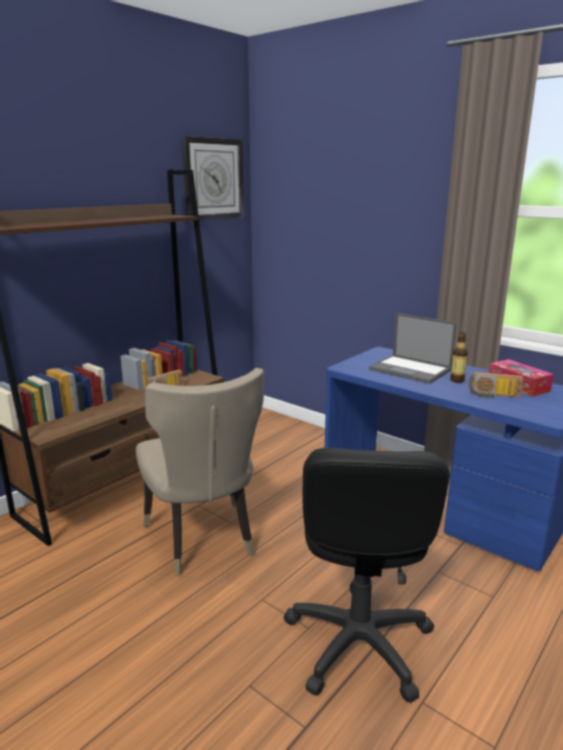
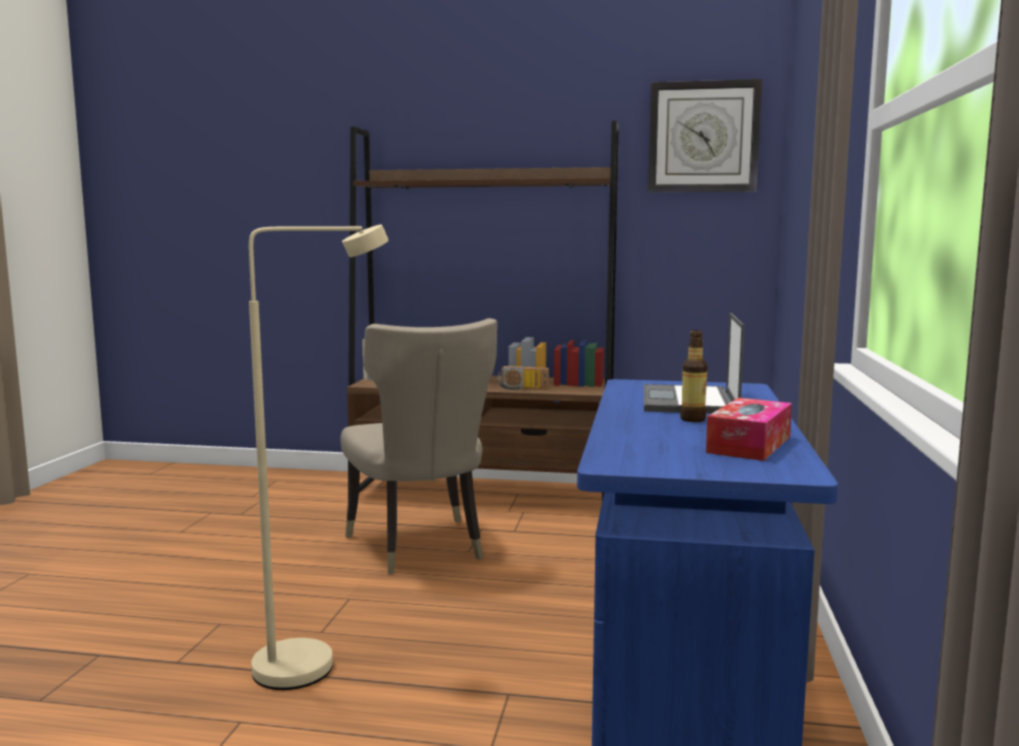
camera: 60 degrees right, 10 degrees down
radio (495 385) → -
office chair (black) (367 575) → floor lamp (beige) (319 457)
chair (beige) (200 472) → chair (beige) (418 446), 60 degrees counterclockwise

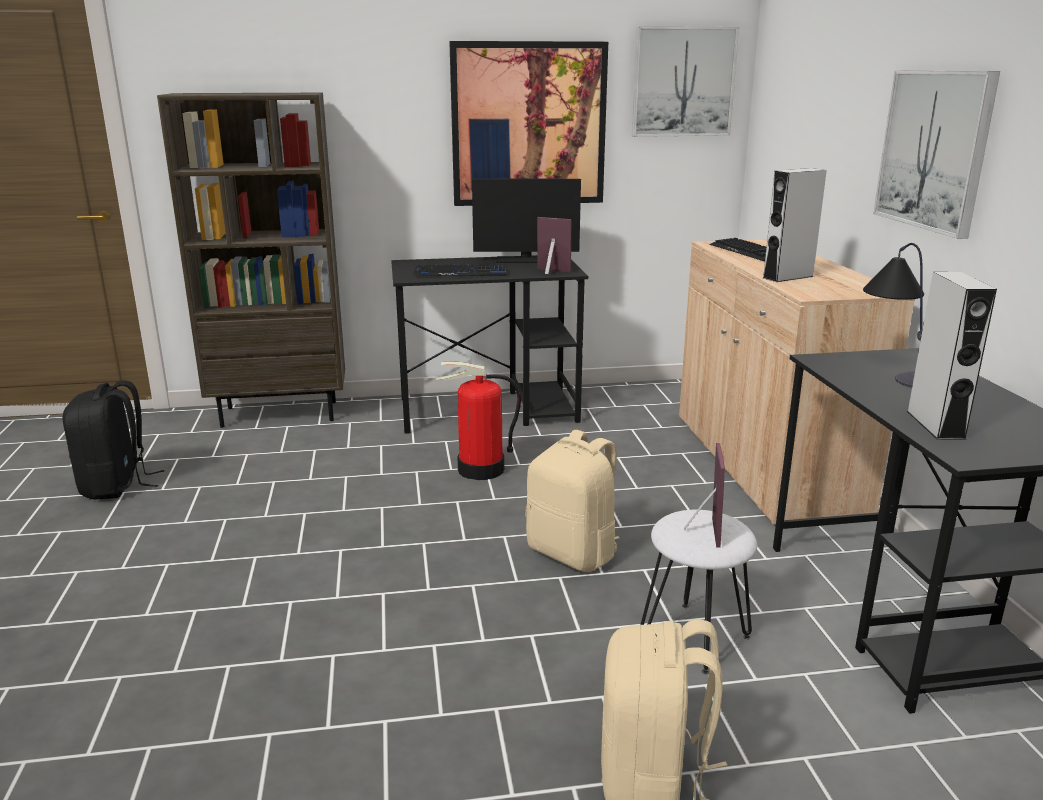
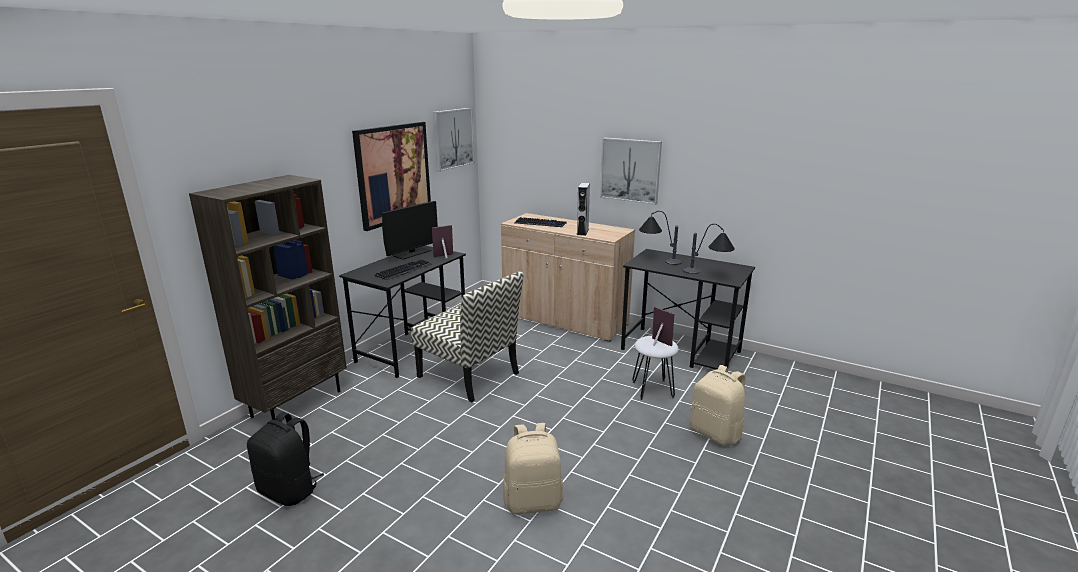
camera: 50 degrees left, 0 degrees up
backpack (beige) (572 501) → backpack (beige) (533 469), move
fire extinguisher (478 420) → chair (467 337)
speaker (grey) (952 356) → table lamp (709 249)

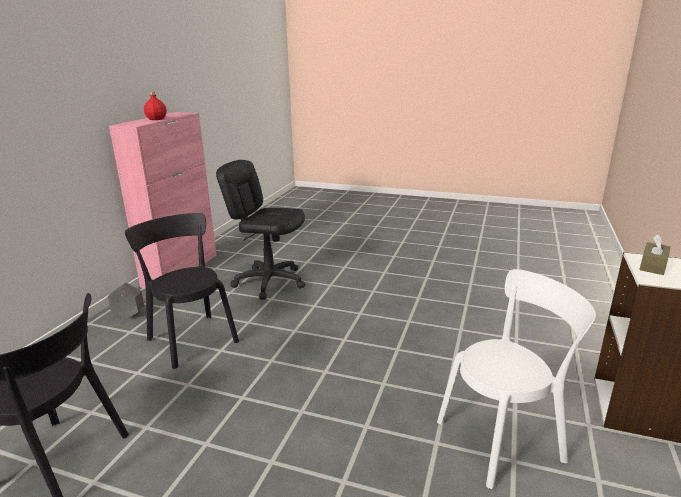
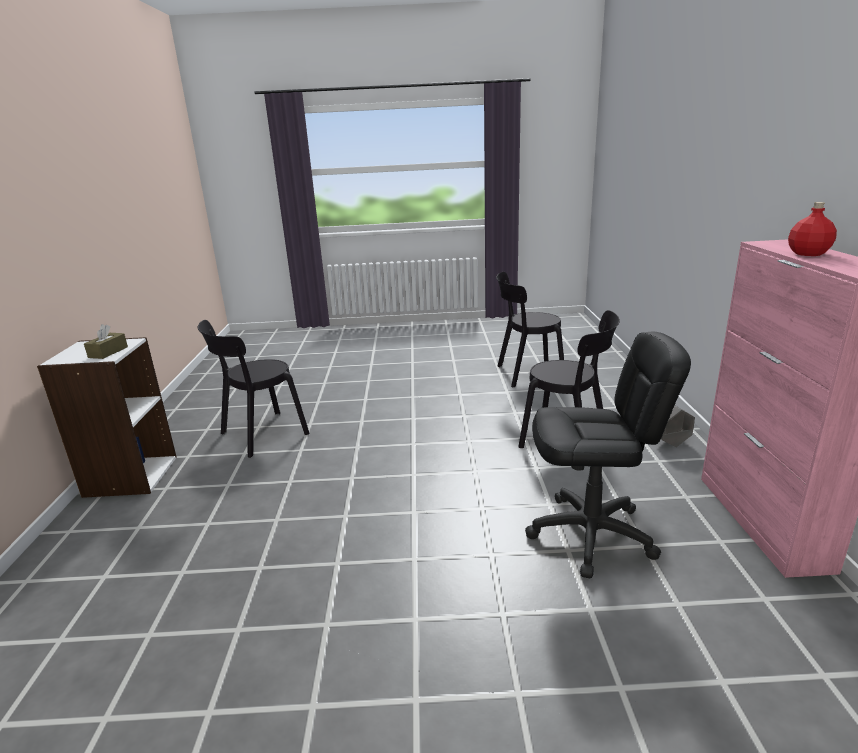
camera: 160 degrees right, 0 degrees up
chair (white) (516 379) → chair (black) (253 389)

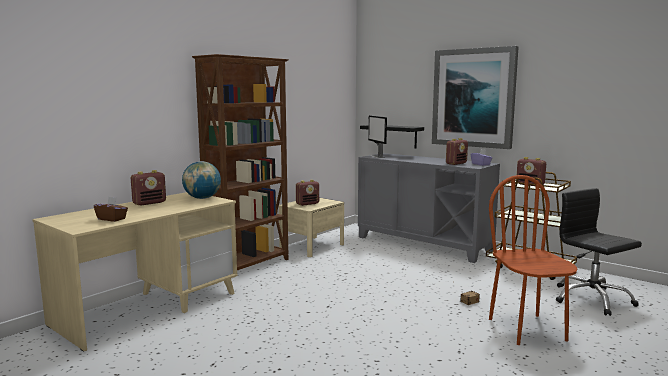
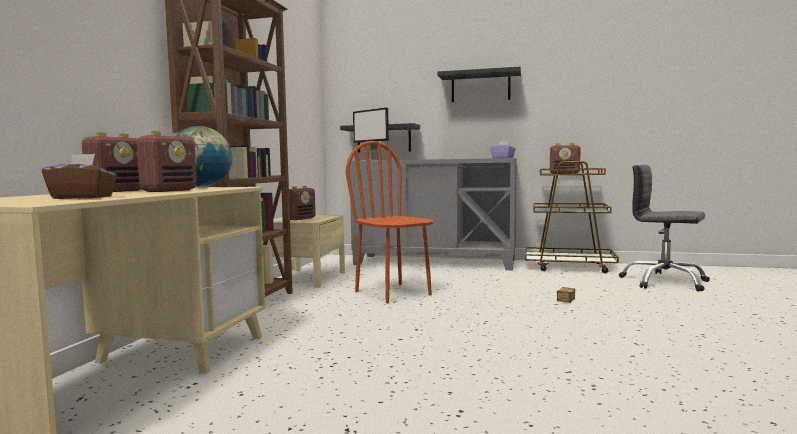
camera: 25 degrees left, 5 degrees down
radio (457 151) → radio (167 161), move
chair (brown) (533 260) → chair (brown) (389 222), move
picture (475 97) → shelf (black) (479 84)

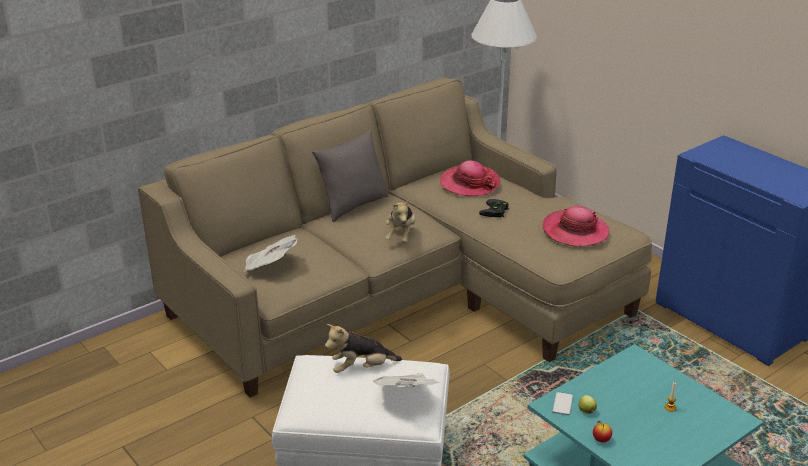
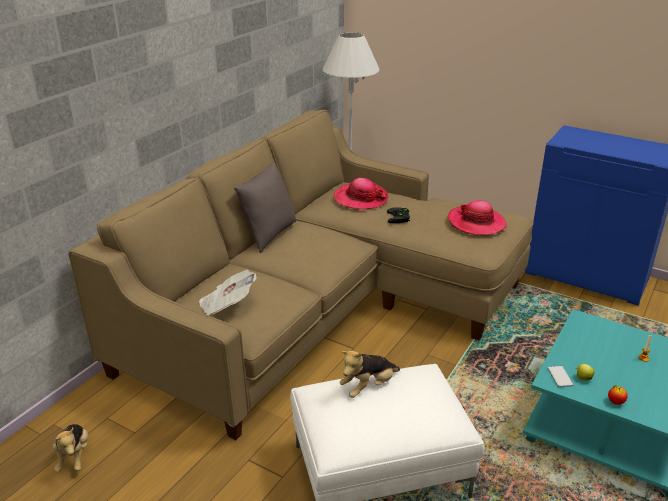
camera: 20 degrees left, 0 degrees up
newspaper (406 380) → -
plush toy (400 221) → plush toy (70 448), move

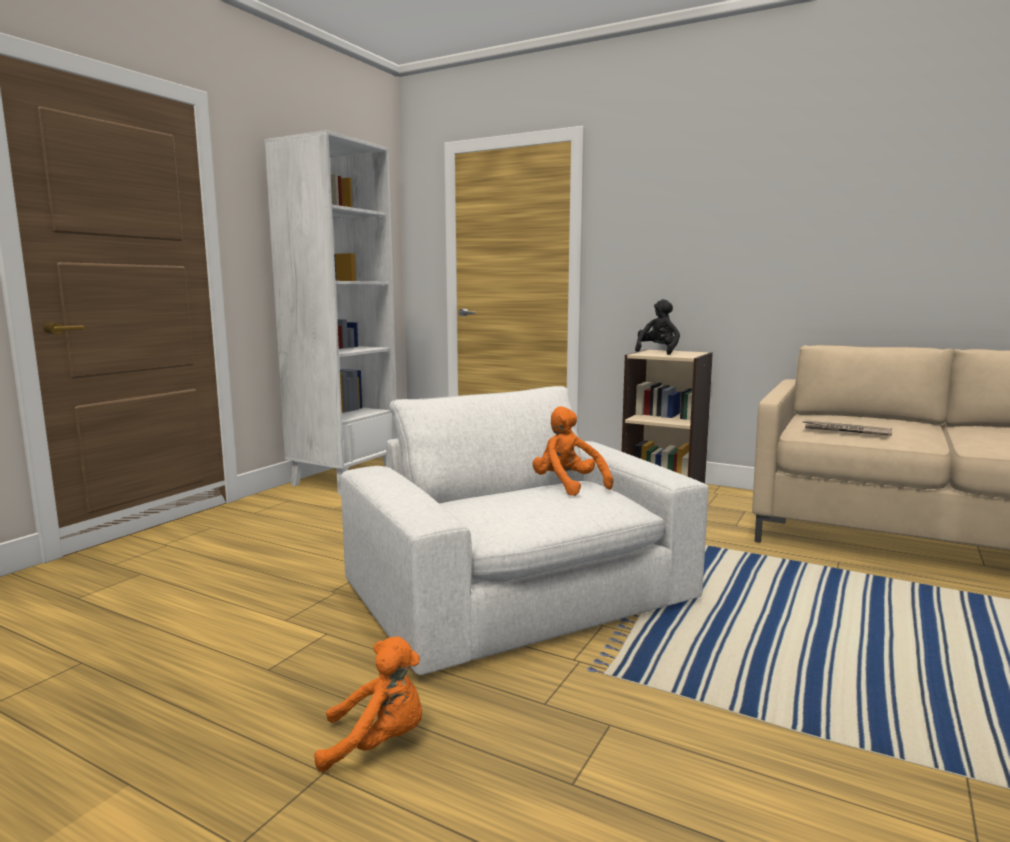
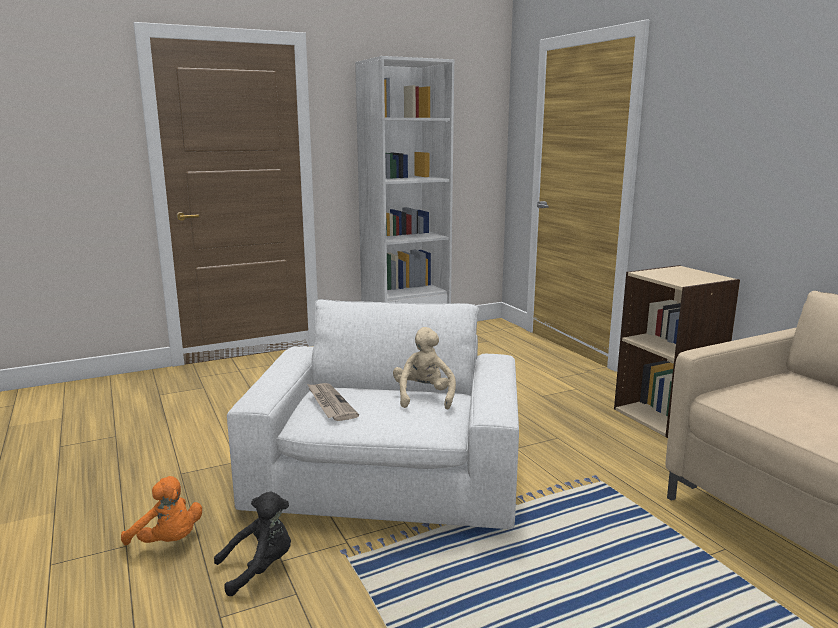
camera: 35 degrees right, 5 degrees up
plush toy (black) (657 327) → plush toy (black) (252 544), move
newspaper (847 428) → newspaper (333 402), move
plush toy (orange) (573 451) → plush toy (beige) (424 368)

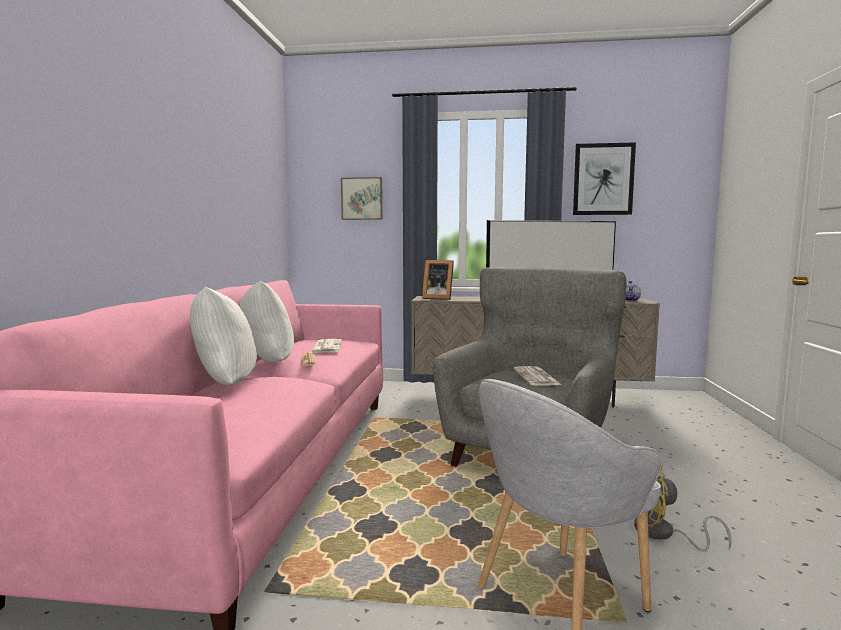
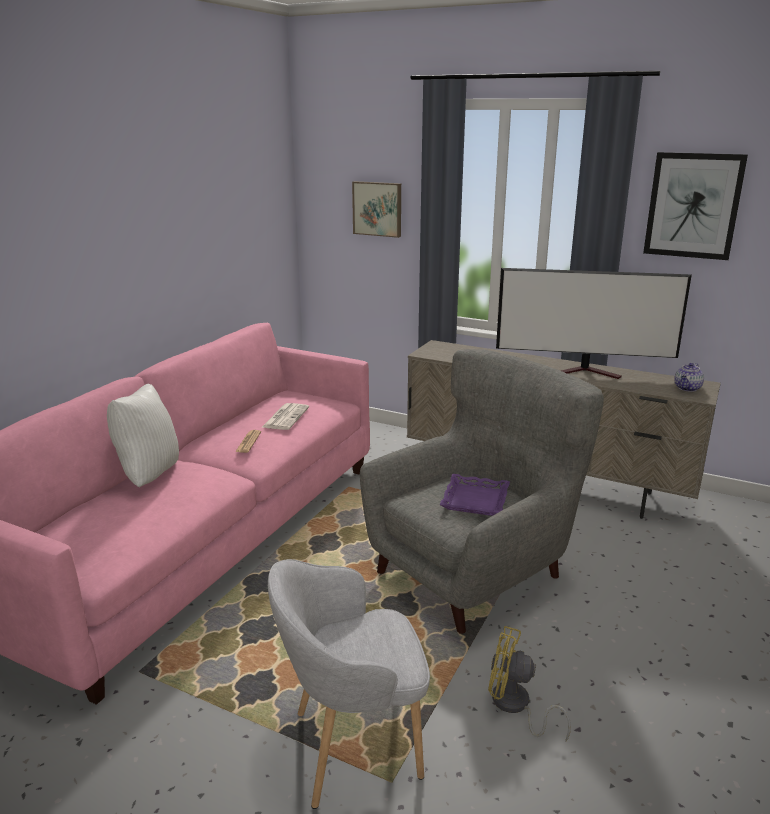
camera: 20 degrees right, 15 degrees up
pillow (white) (267 321) → -
picture frame (438 280) → -
newspaper (537 376) → tray (purple) (474 495)

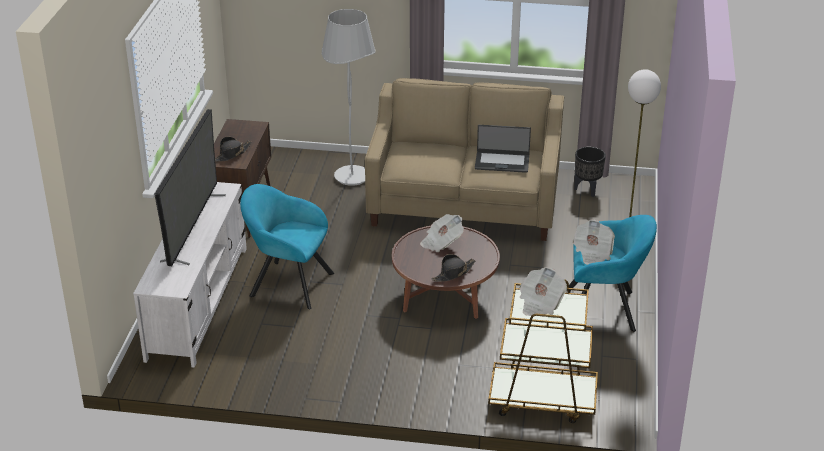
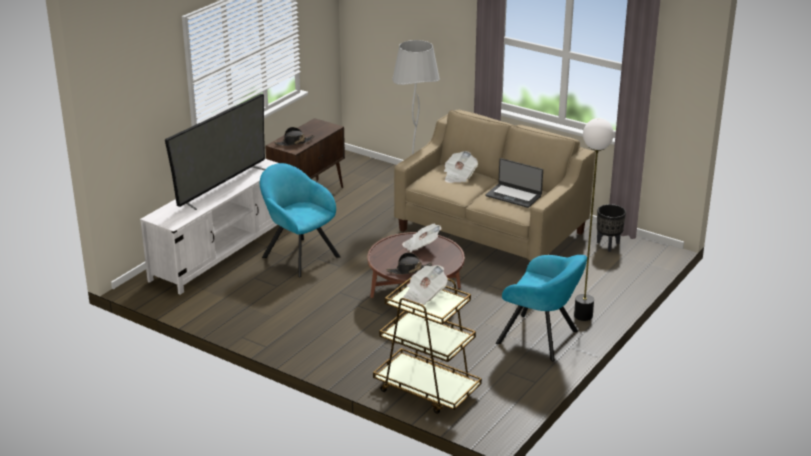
camera: 25 degrees right, 5 degrees down
newspaper (594 242) → newspaper (461 167), move

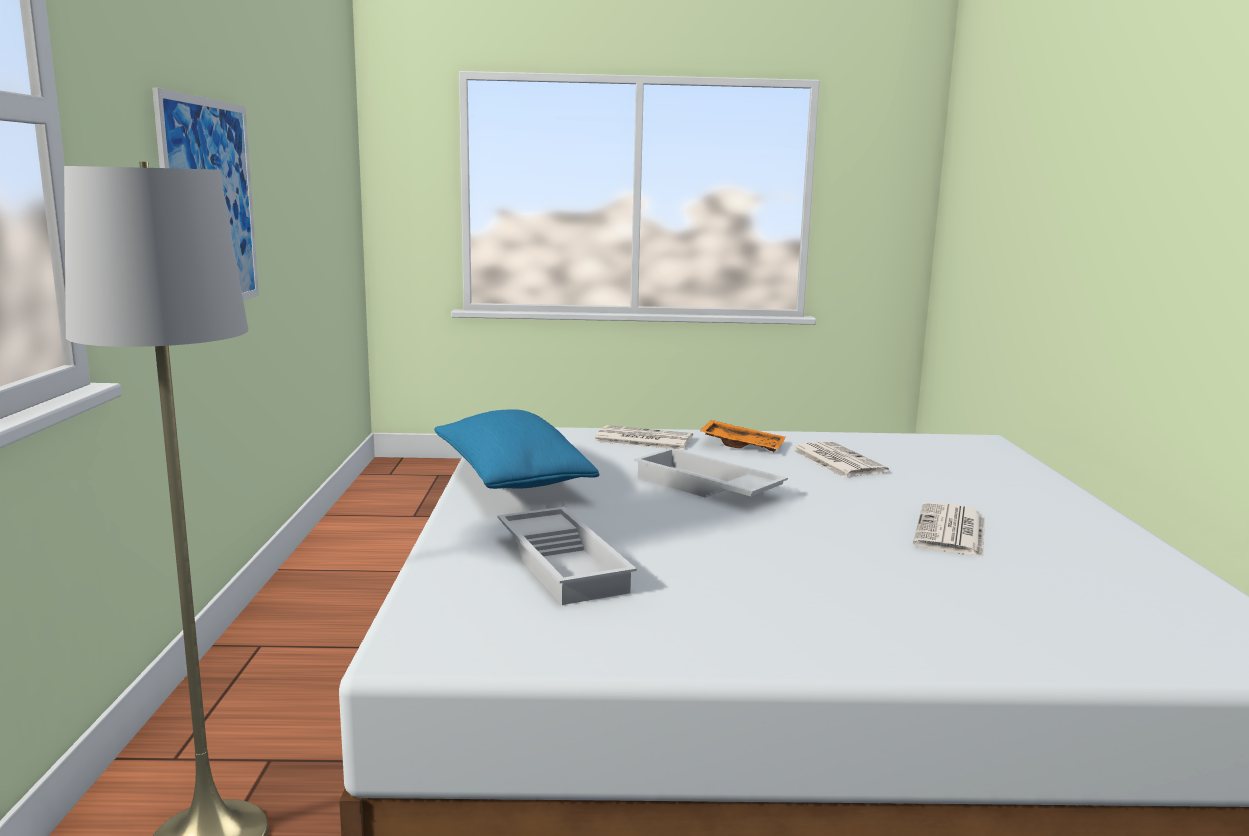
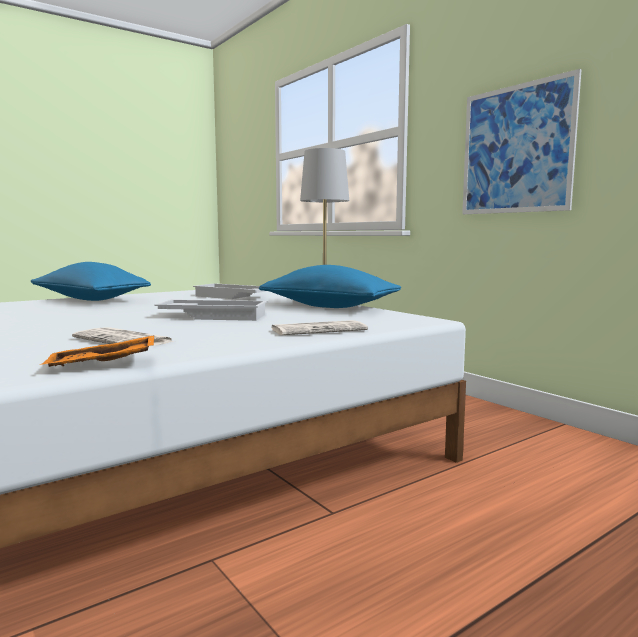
camera: 145 degrees right, 5 degrees down
newspaper (949 529) → -
- → pillow (blue) (91 281)
tray (orange) (743 436) → tray (orange) (97 351), move

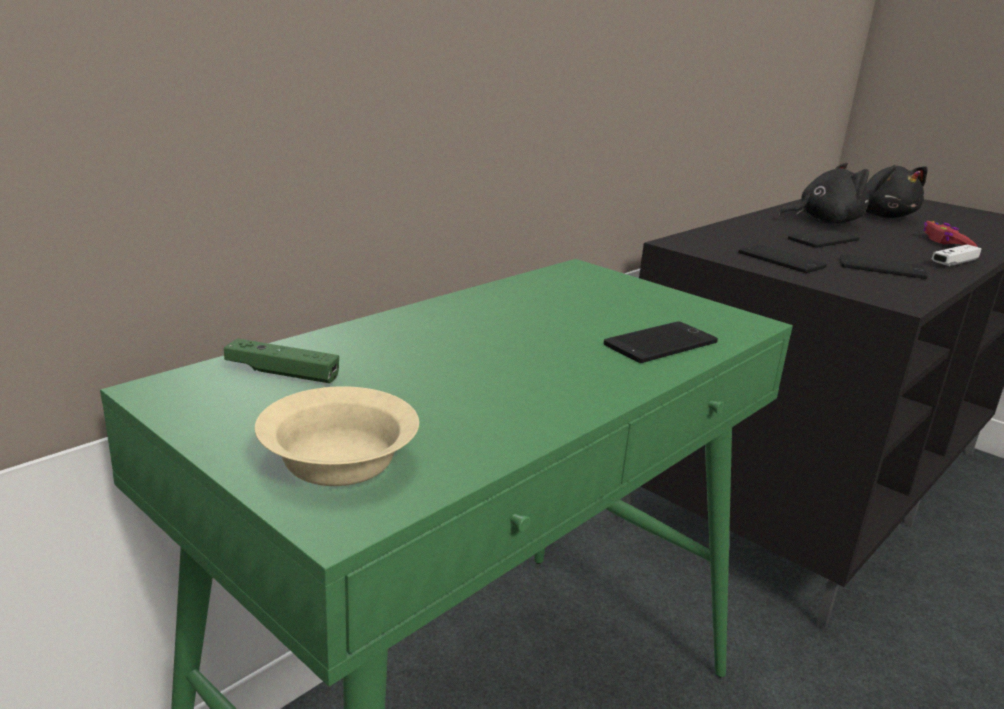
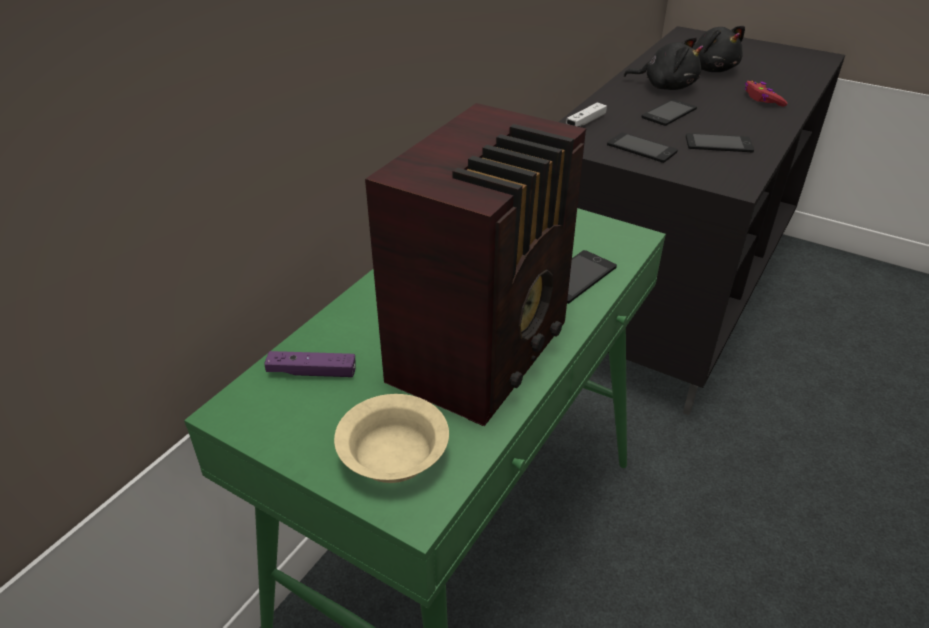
camera: 10 degrees left, 15 degrees up
- → radio (475 264)
game controller (white) (957 255) → game controller (white) (586 114), move
game controller (green) (281 360) → game controller (purple) (309 364)
plush toy (black) (823 193) → plush toy (black) (663 63), 45 degrees clockwise

